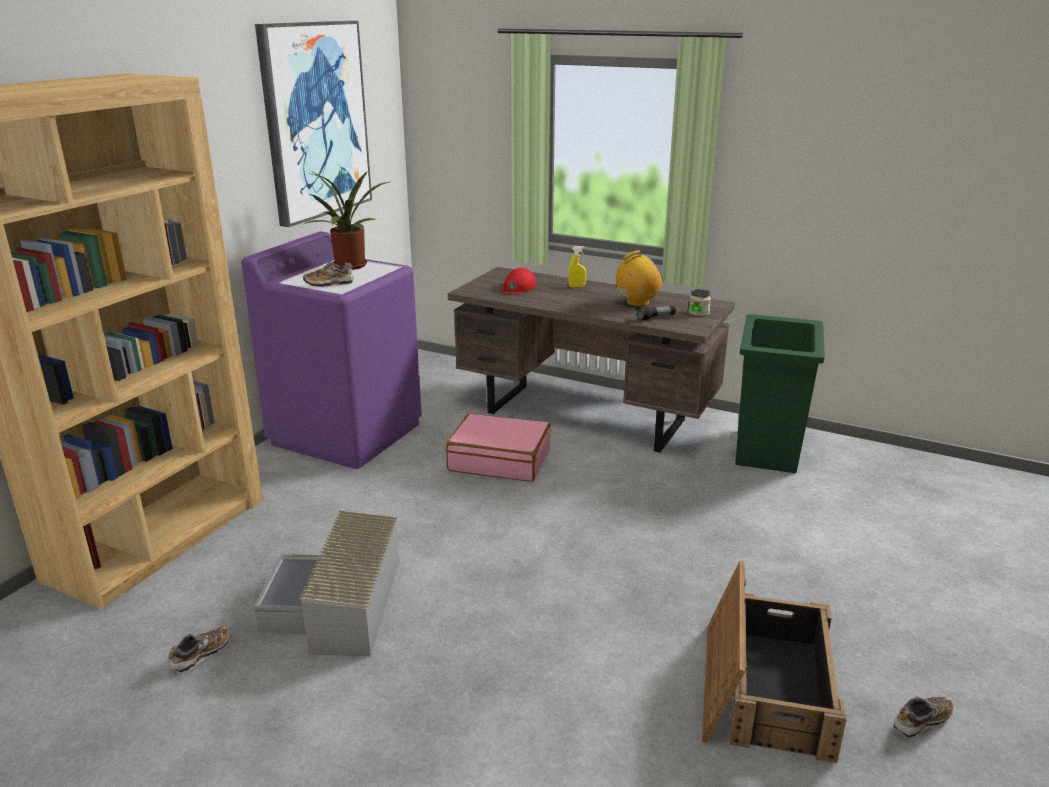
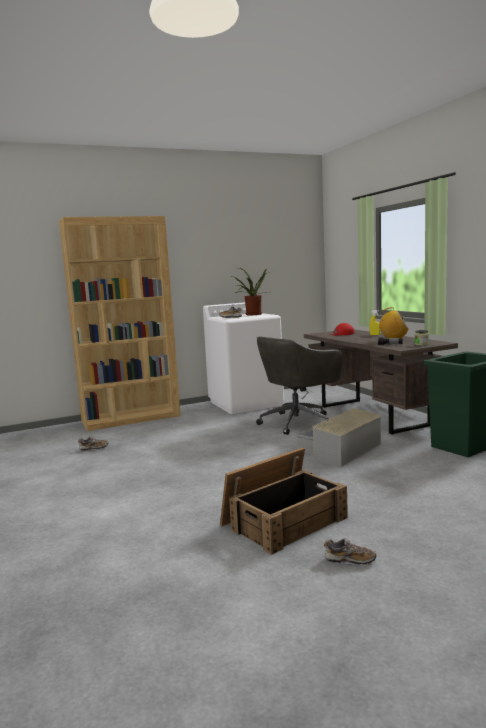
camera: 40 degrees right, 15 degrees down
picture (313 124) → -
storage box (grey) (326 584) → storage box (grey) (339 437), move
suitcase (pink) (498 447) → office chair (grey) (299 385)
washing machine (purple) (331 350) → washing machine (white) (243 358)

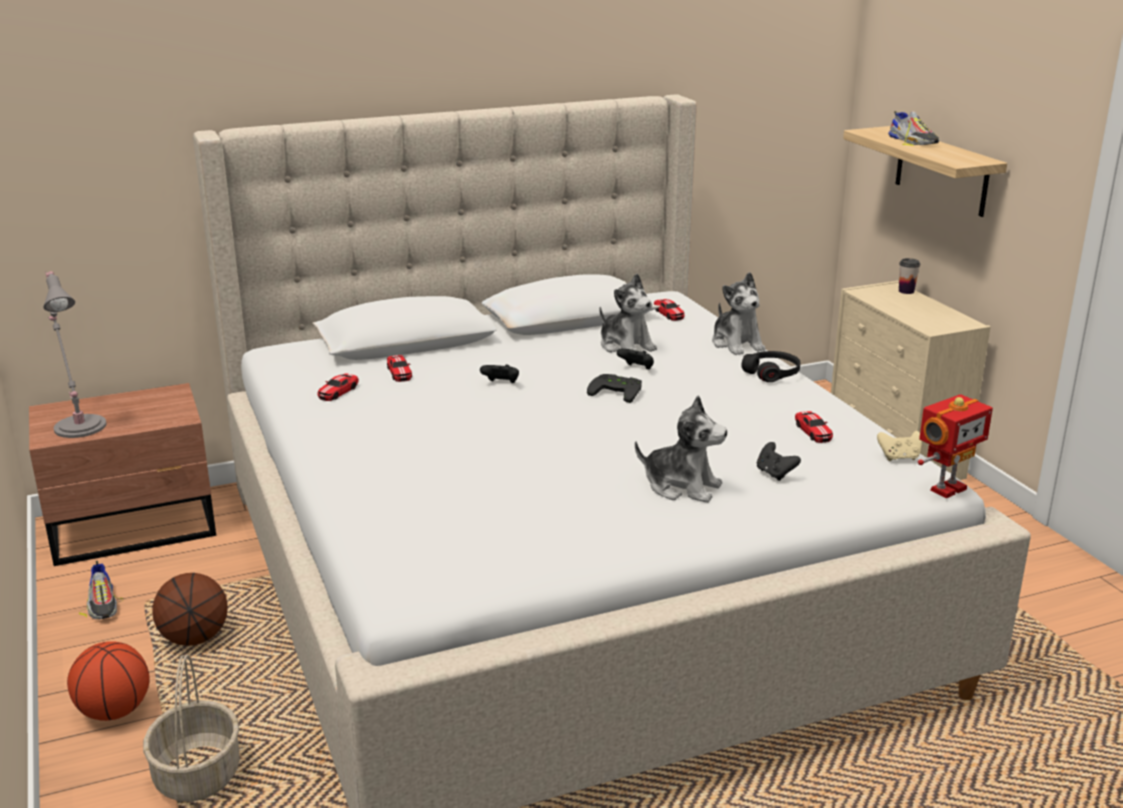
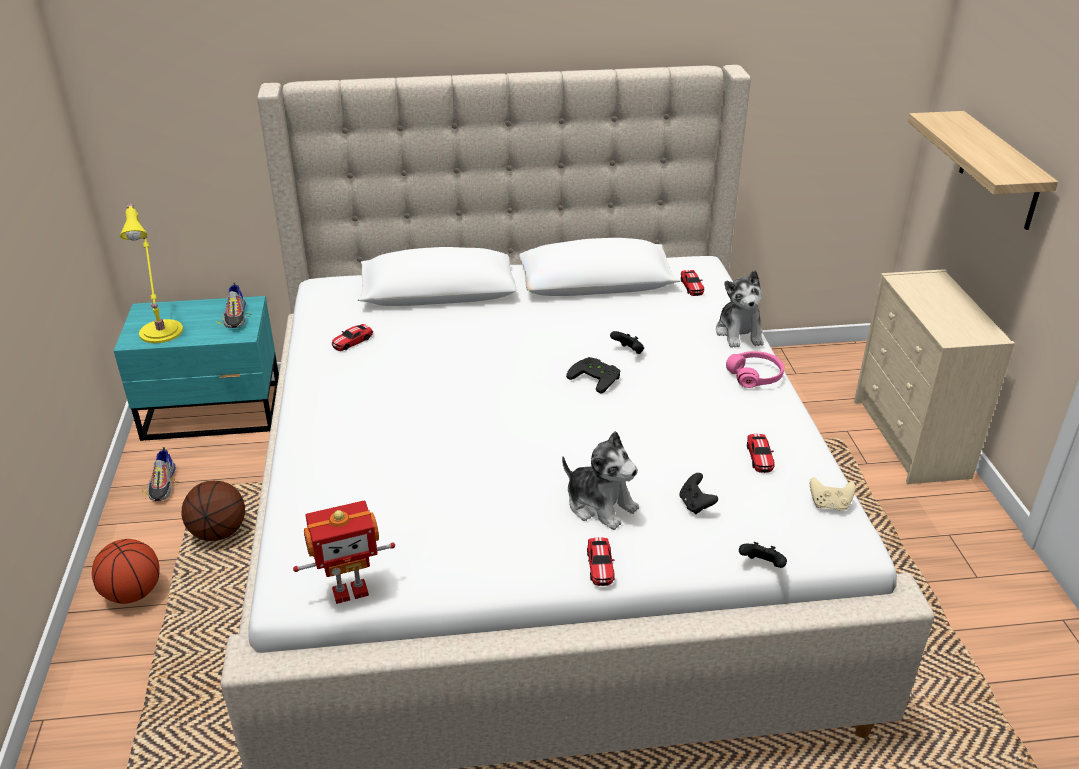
camera: 15 degrees right, 10 degrees up
basket (191 728) → -
plush toy (628 313) → -
cup (909 276) → -
toy car (399 368) → toy car (601 561), move
game controller (black) (499 374) → game controller (black) (763 555), move
shoe (914 128) → shoe (234 305), move
toy robot (955 446) → toy robot (344 552), move
nightstand (brown) (122 474) → nightstand (turquoise) (196 368)
table lamp (grey) (75 354) → table lamp (yellow) (151 273)
headphones (black) (771 366) → headphones (pink) (755 369)

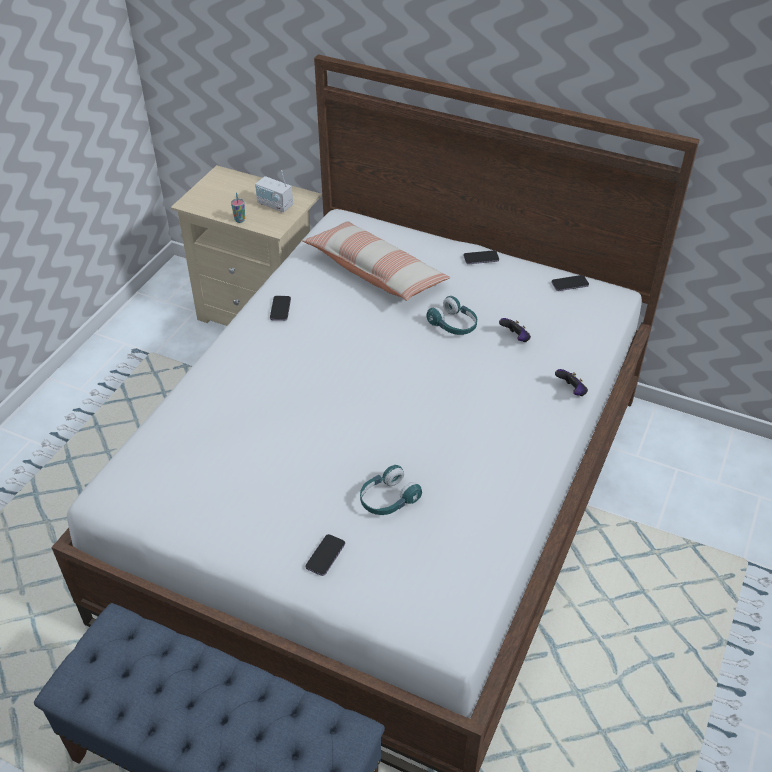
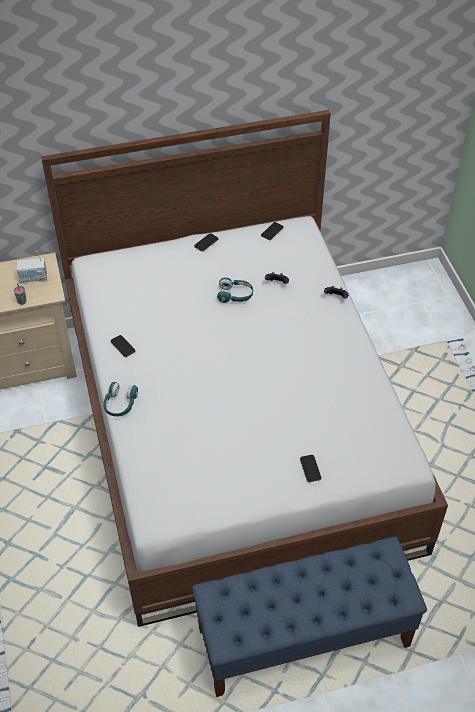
camera: 40 degrees left, 5 degrees up
pillow (376 261) → -
headphones (turquoise) (391 490) → headphones (turquoise) (120 399), move

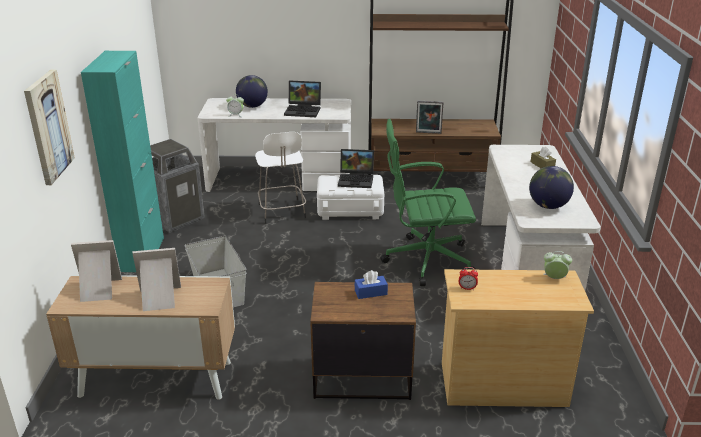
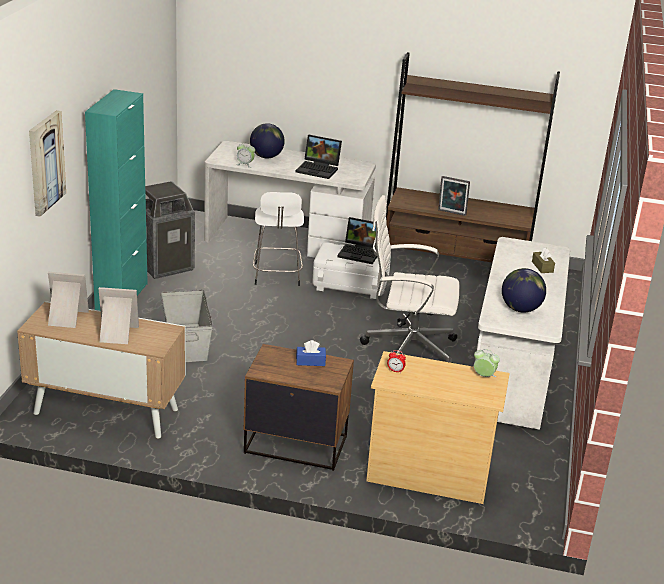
camera: 10 degrees right, 0 degrees up
office chair (green) (428 202) → office chair (white) (409 279)

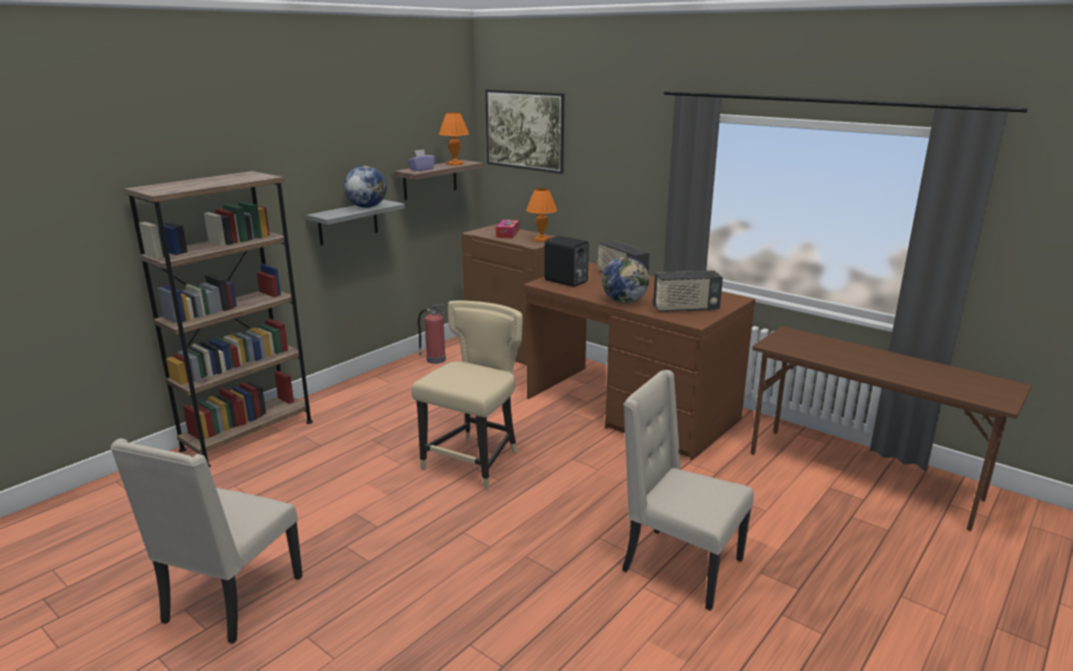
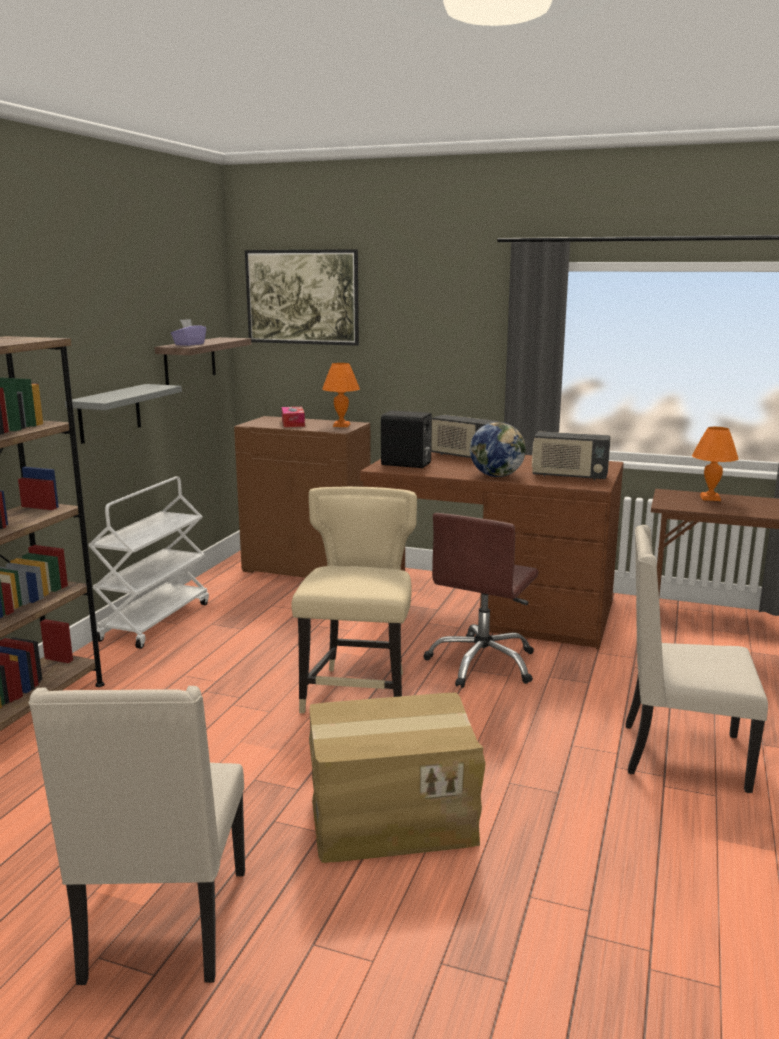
camera: 20 degrees left, 5 degrees down
globe (365 187) → -
fire extinguisher (432 334) → -
- → cart (white) (148 563)
- → cardboard box (397 778)
- → office chair (brown) (481 600)
table lamp (orange) (454 139) → table lamp (orange) (715 464), move
radio (688 291) → radio (571 455), 45 degrees clockwise

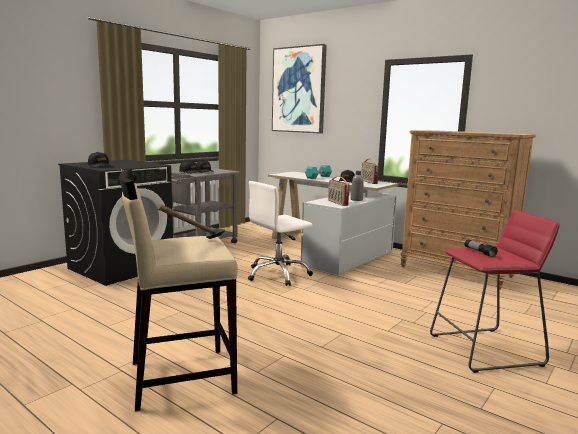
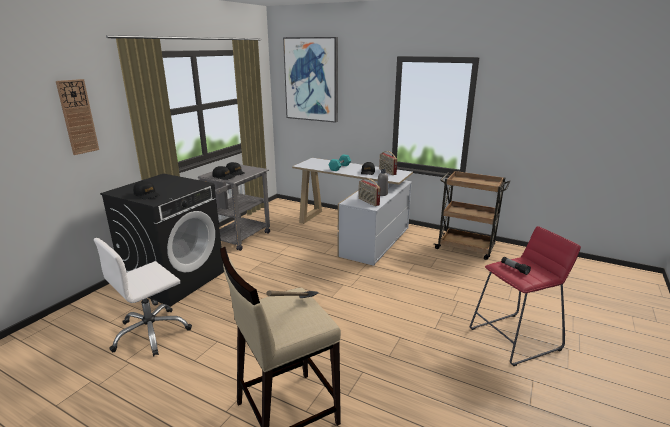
camera: 10 degrees left, 10 degrees up
- → wall clock (77 117)
office chair (white) (280 233) → office chair (white) (143 297), move
dresser (brown) (468 210) → cart (brown) (472 215)

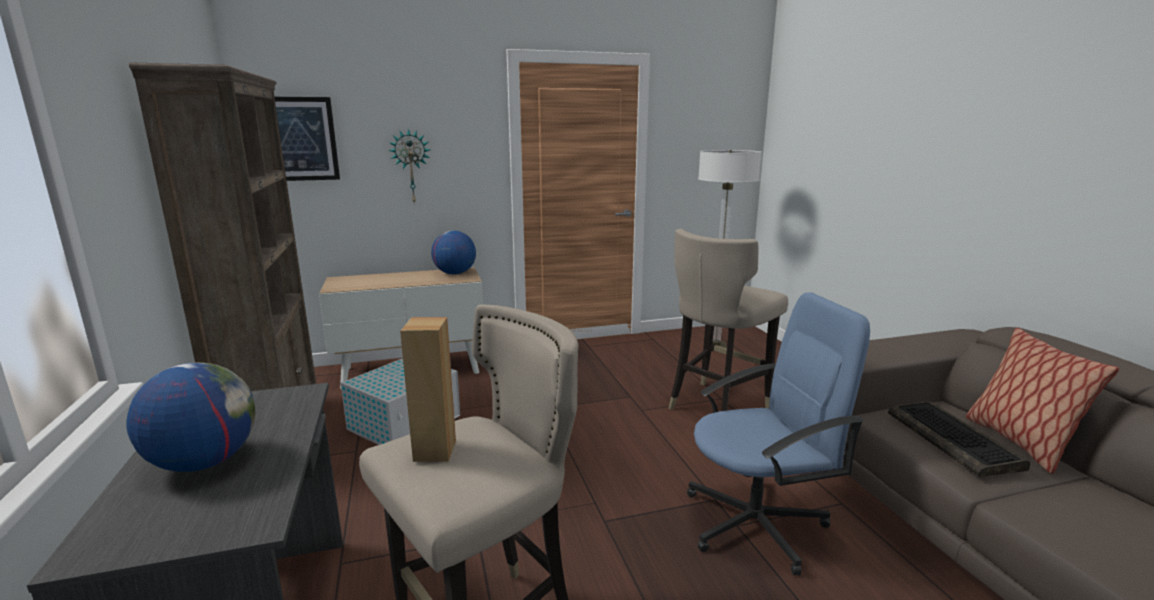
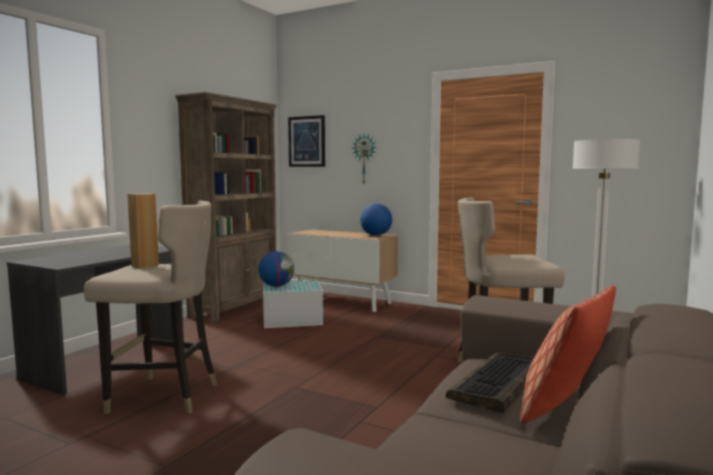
camera: 45 degrees right, 10 degrees down
office chair (blue) (778 434) → -
globe (190 417) → globe (276 269), move

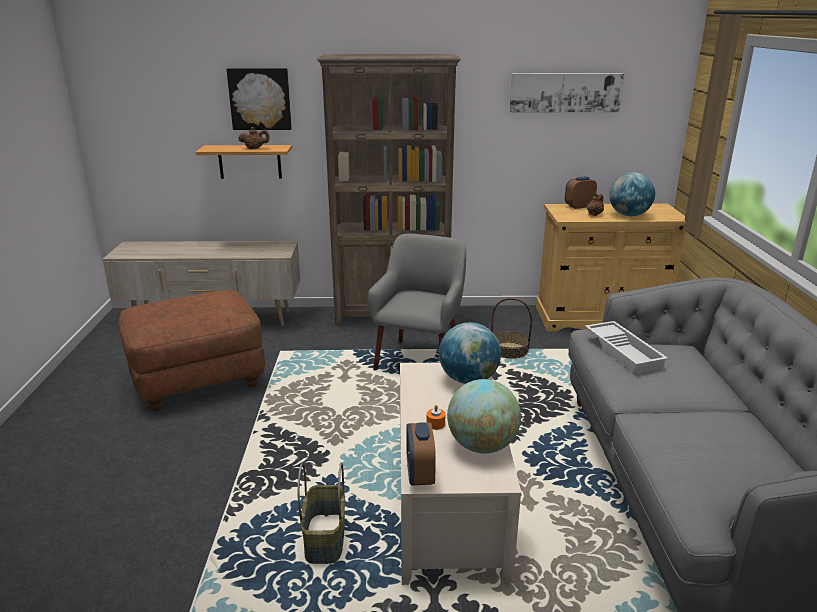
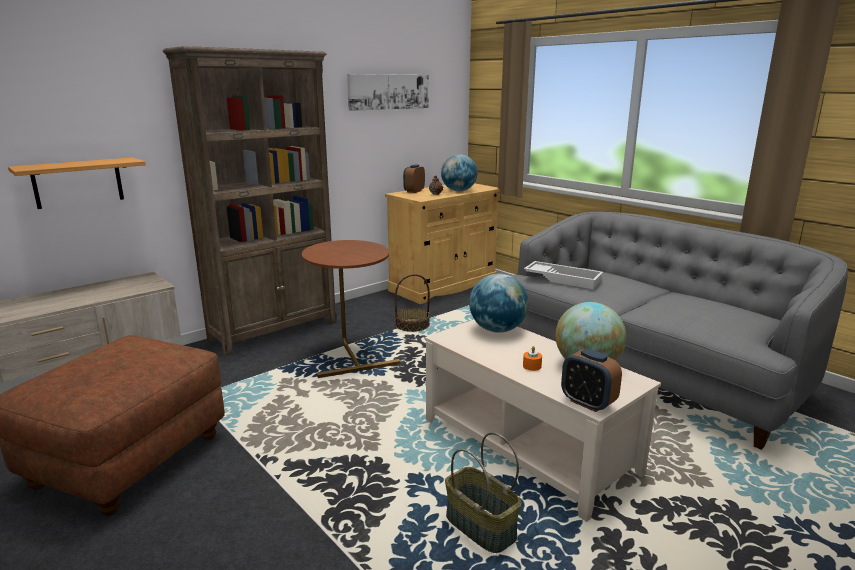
camera: 40 degrees left, 5 degrees down
picture (259 99) → -
teapot (brown) (254 138) → -
armchair (grey) (417 302) → side table (brown) (351 309)

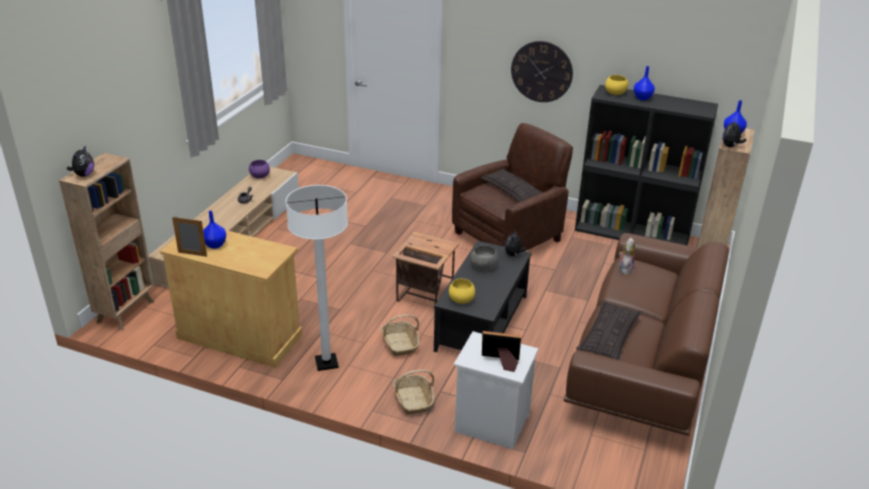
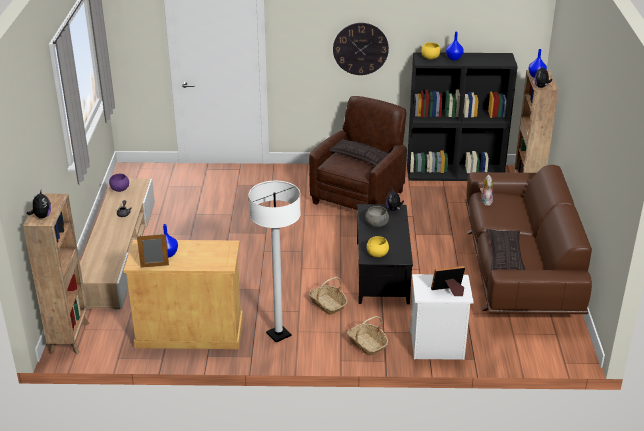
camera: 20 degrees left, 0 degrees up
side table (425 268) → -

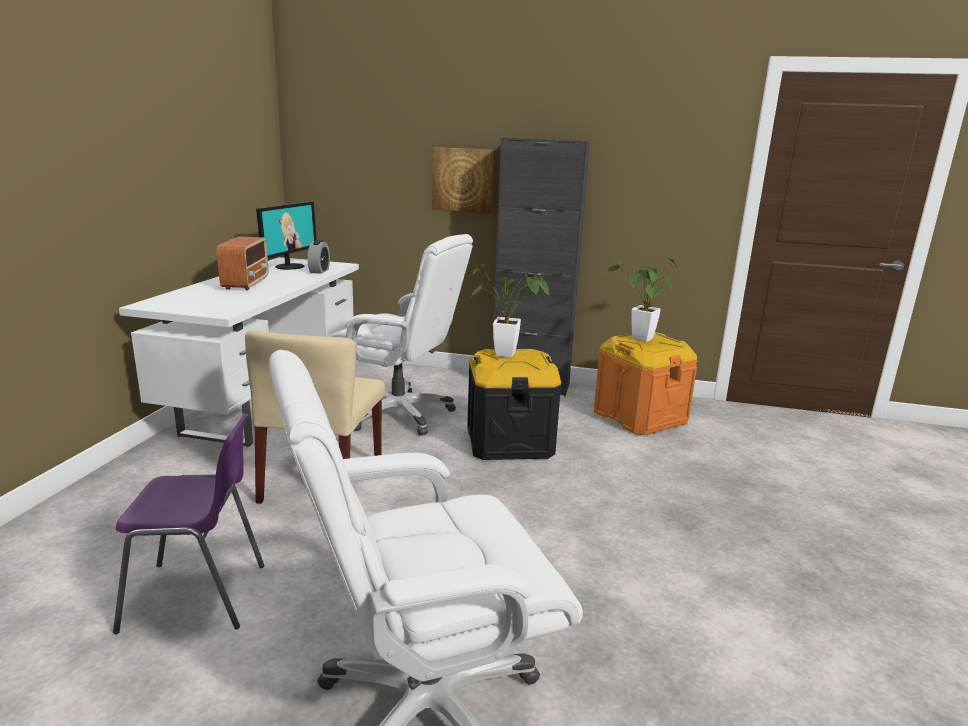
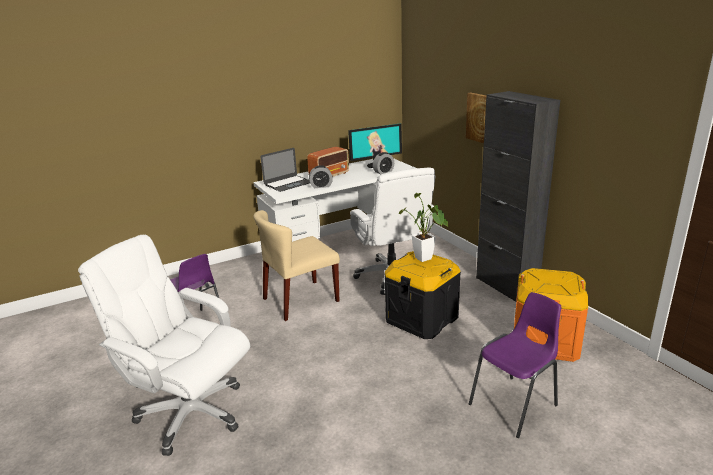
camera: 50 degrees right, 5 degrees up
potted plant (641 300) → -
- → laptop (285 170)
- → alarm clock (321 176)
- → chair (purple) (515 365)

